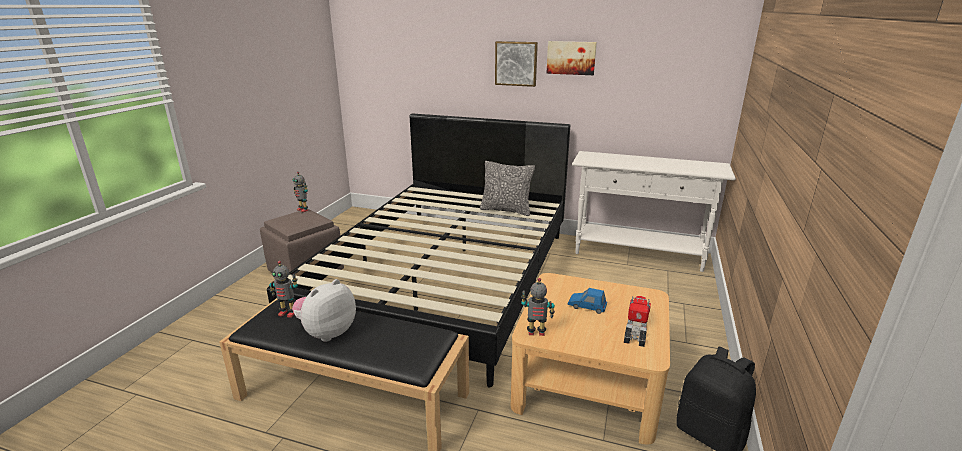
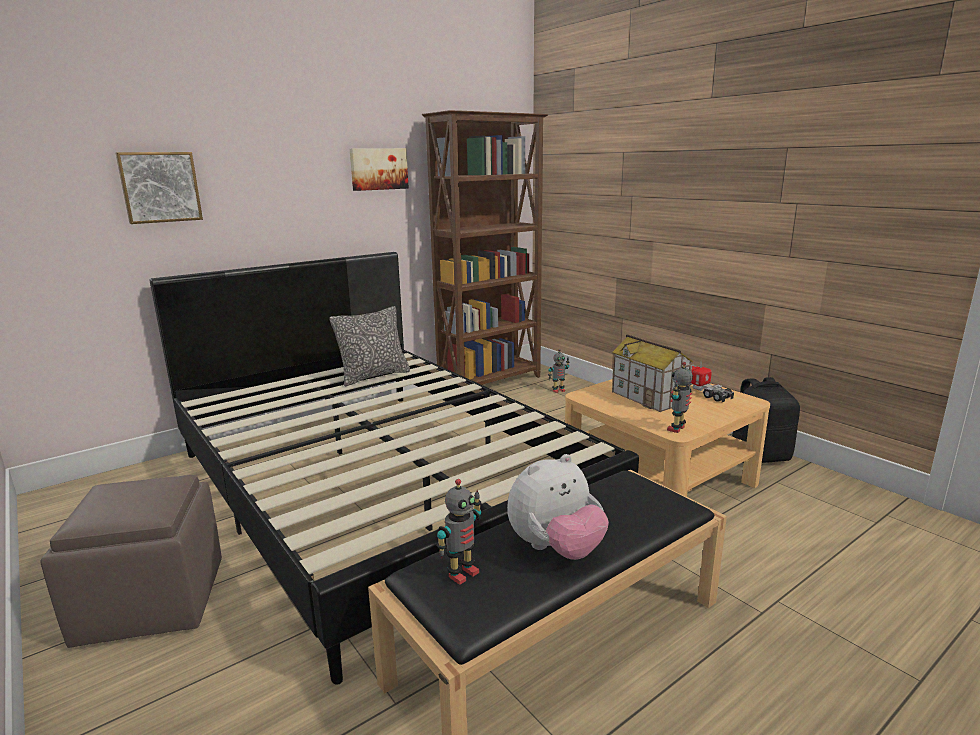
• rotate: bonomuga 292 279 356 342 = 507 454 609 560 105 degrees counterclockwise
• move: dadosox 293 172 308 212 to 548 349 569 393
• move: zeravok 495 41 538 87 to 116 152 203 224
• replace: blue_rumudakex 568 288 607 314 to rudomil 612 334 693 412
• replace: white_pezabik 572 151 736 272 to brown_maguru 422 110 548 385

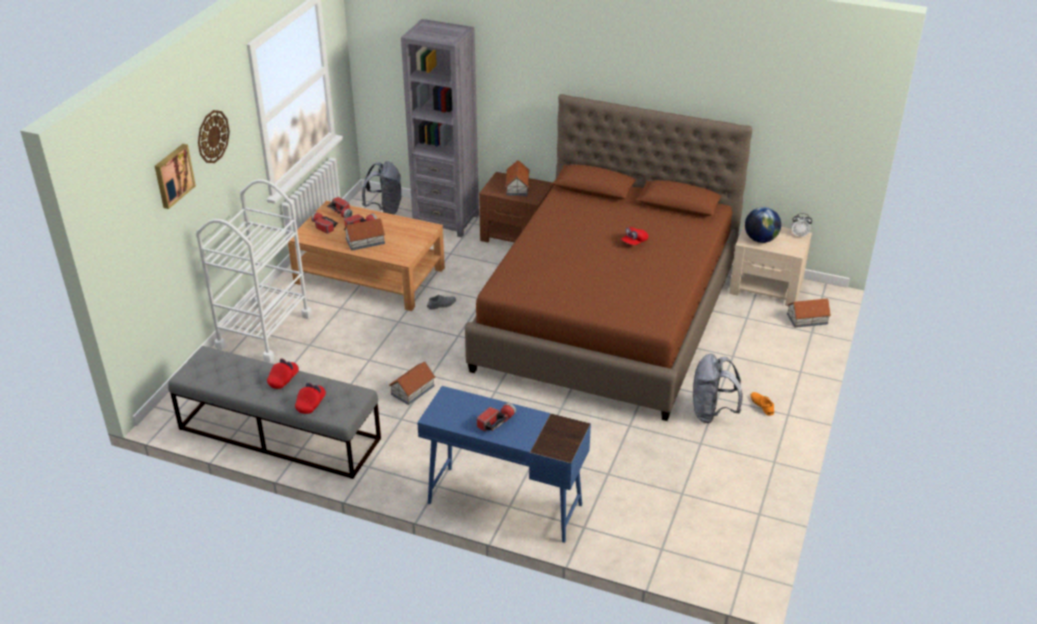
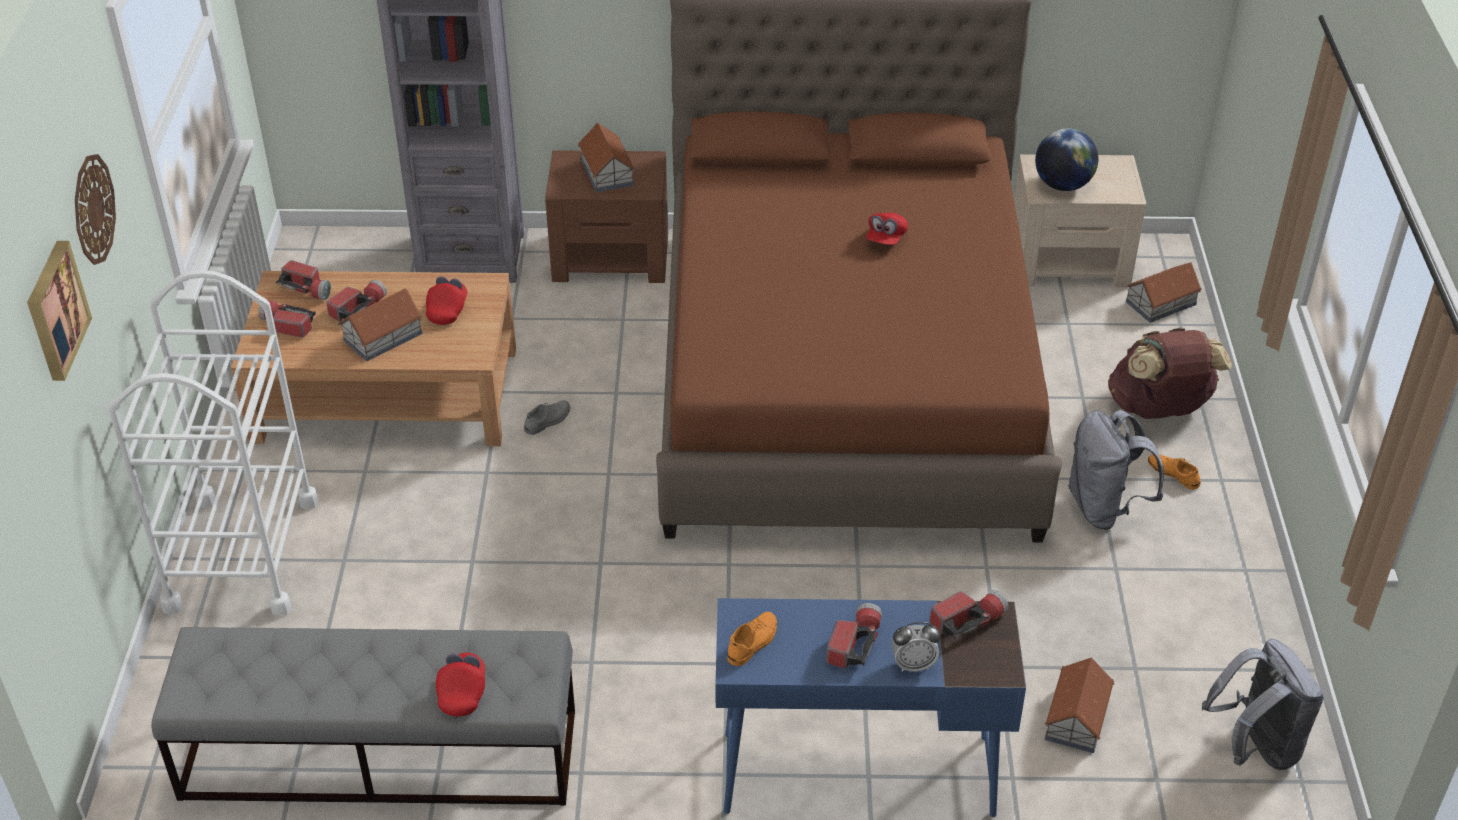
• move: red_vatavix 267 359 299 389 to 426 276 467 325
• move: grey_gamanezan 362 161 401 215 to 1202 639 1324 770
• move: rudomil 389 362 436 405 to 1045 657 1115 753
• move: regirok 792 213 812 237 to 892 622 941 672
• insert: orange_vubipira 727 612 777 666
• insert: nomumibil 930 590 1009 639
• insert: brown_gamanezan 1108 328 1232 419

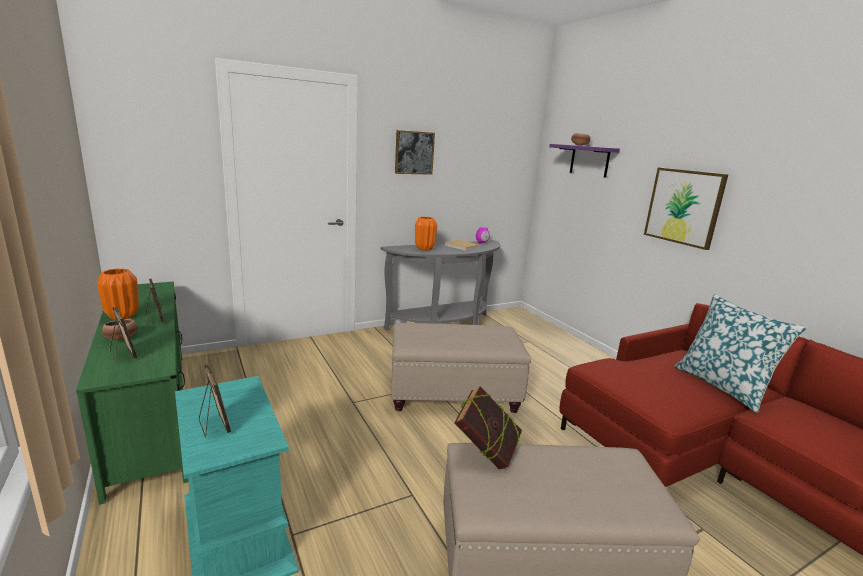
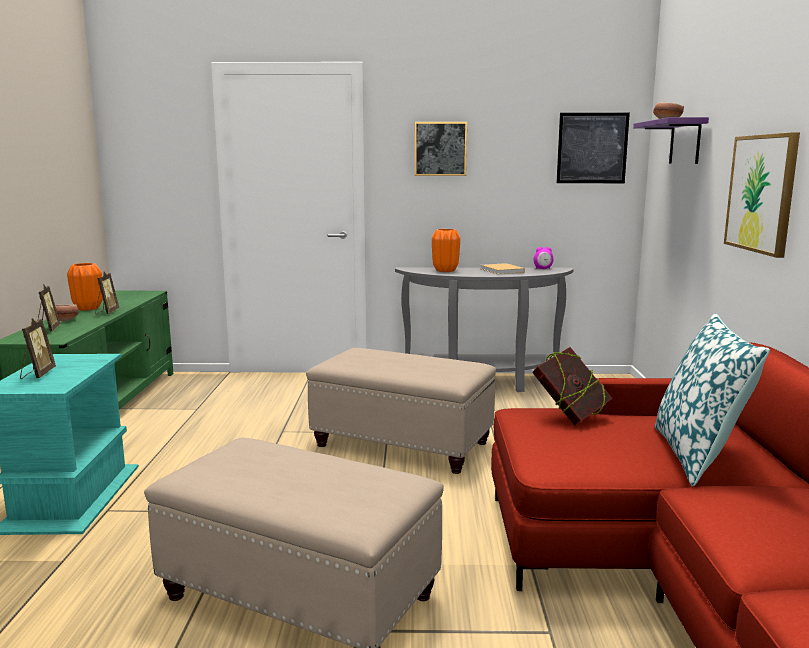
• move: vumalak 454 386 522 470 to 532 347 613 426
• insert: zeravok 556 113 630 183

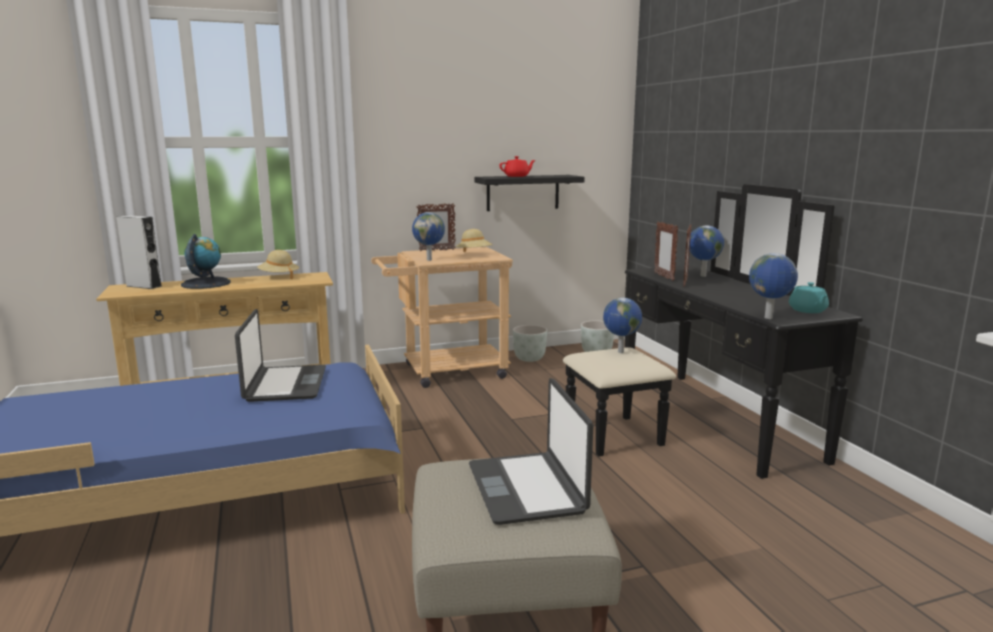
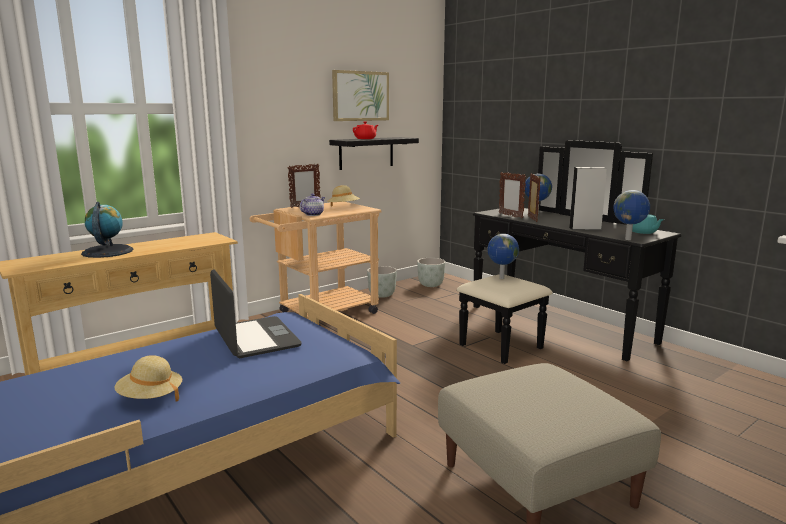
• move: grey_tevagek 117 215 162 289 to 569 167 607 230
• move: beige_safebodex 257 250 299 279 to 114 355 182 401
• replace: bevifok 412 212 445 261 to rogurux 300 194 325 216
• delete: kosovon 469 378 593 525
• insert: zeravok 332 70 389 121

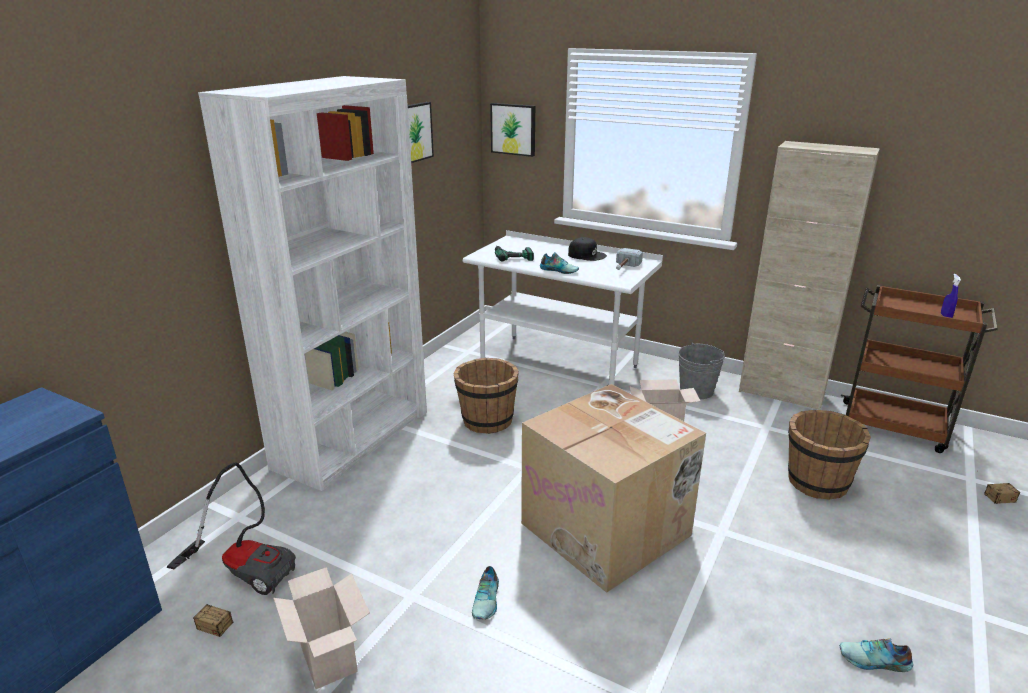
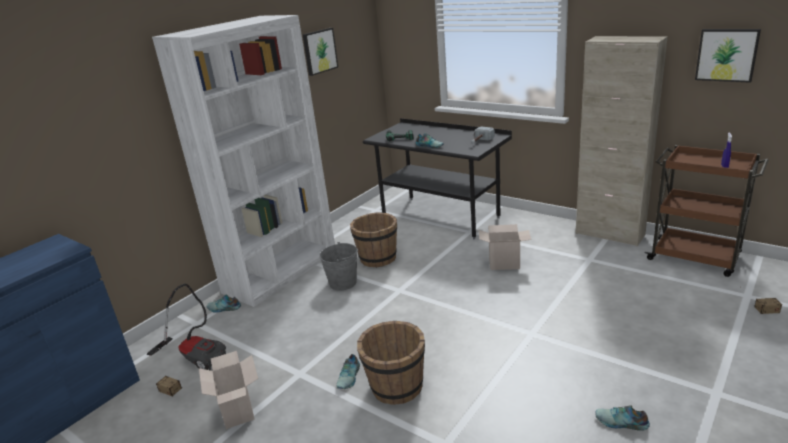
• recolor: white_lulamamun 463 230 663 385 to black_lulamamun 363 118 512 239
• move: zeravok 490 103 535 157 to 695 29 761 83
• delete: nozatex 521 384 706 593
• delete: black_vatavix 568 237 607 261
• move: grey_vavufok 678 342 725 399 to 319 242 358 290
• move: brown_vavufok 788 410 871 500 to 357 321 425 405
• insert: vubipira 207 295 241 313

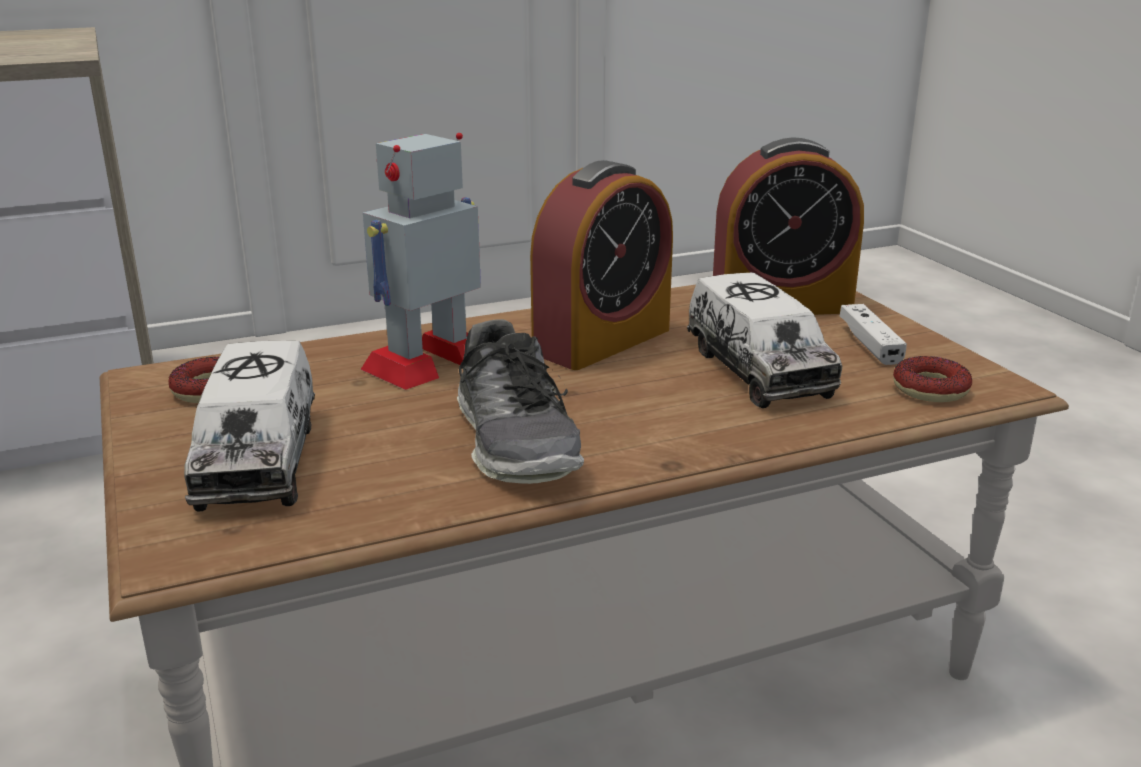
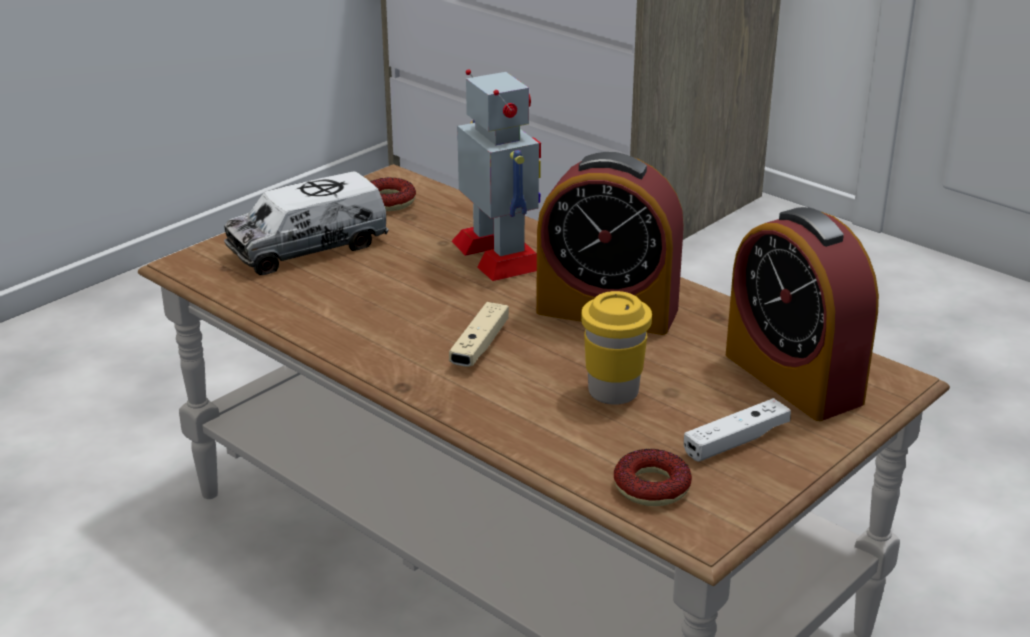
• rotate: dadosox 360 133 481 390 = 452 69 541 281 45 degrees clockwise
• delete: vubipira 457 319 584 484
• replace: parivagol 687 272 842 408 to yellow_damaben 581 291 652 405
• insert: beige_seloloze 449 302 509 367

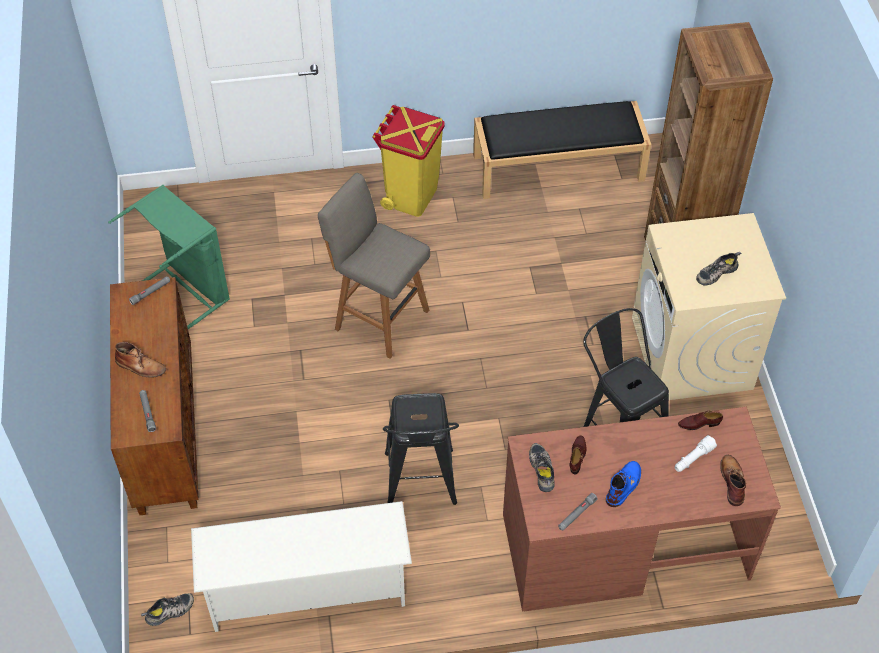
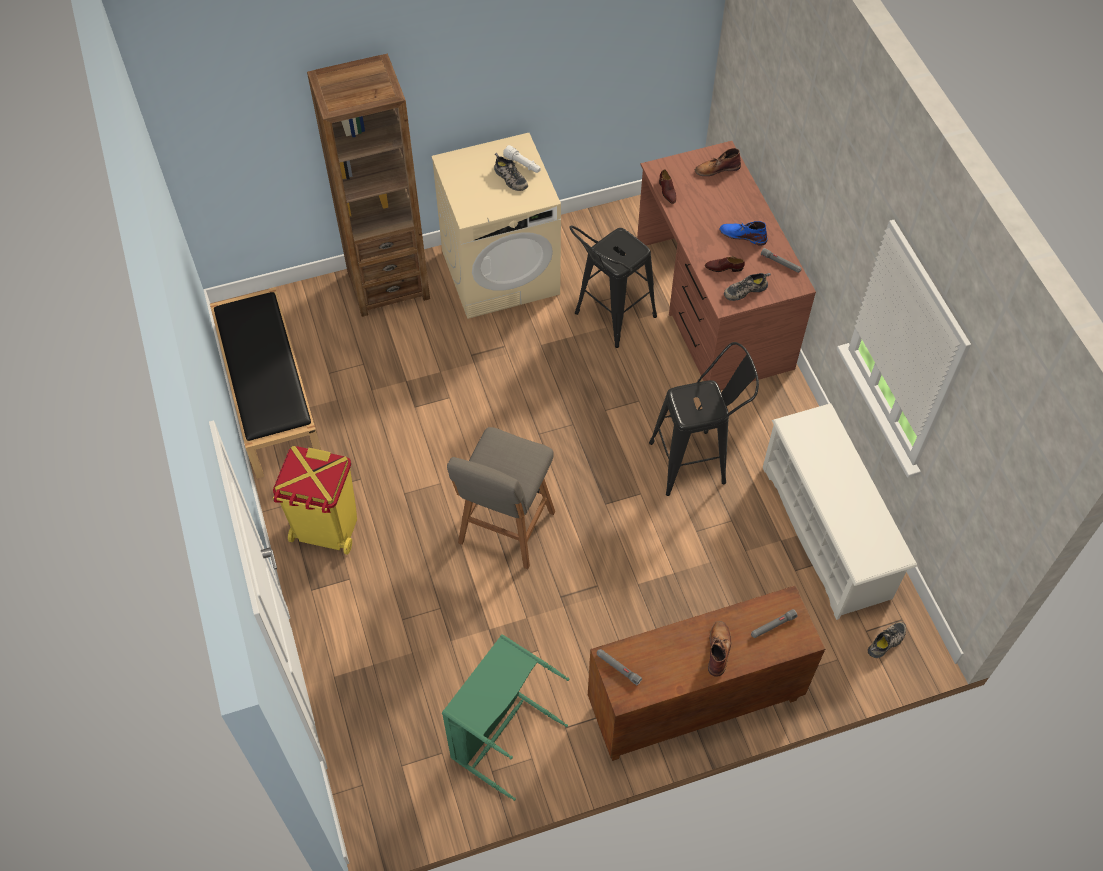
• rotate: vubipira 141 593 194 626 = 868 622 906 658 90 degrees clockwise
• move: white_nomumibil 675 435 717 472 to 503 145 541 173

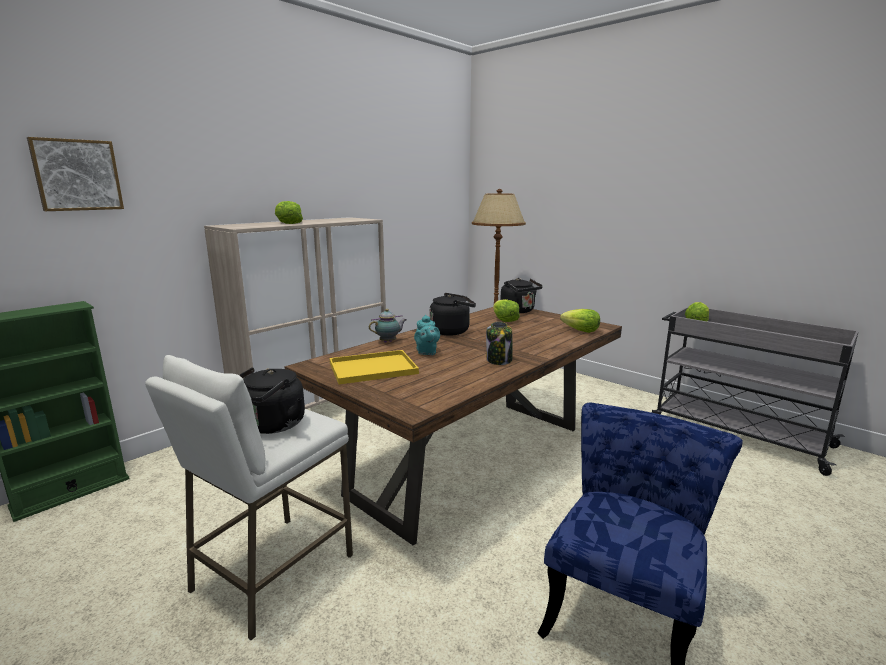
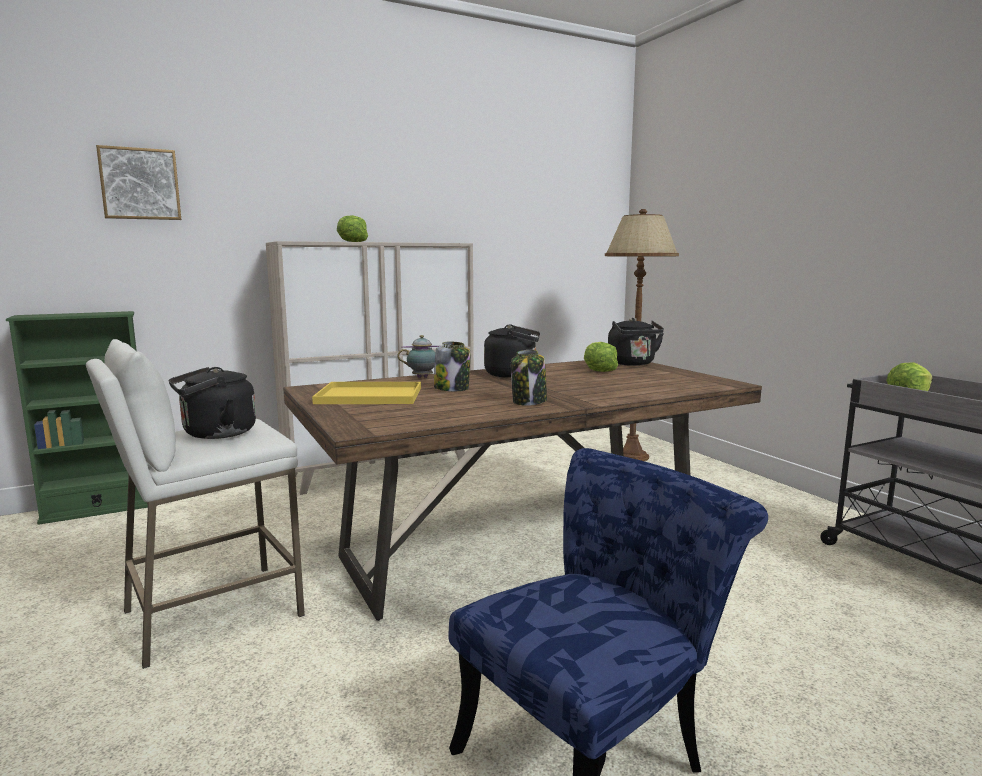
• replace: turquoise_rogurux 414 315 440 355 to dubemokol 434 342 470 391
• delete: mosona 560 309 600 333

